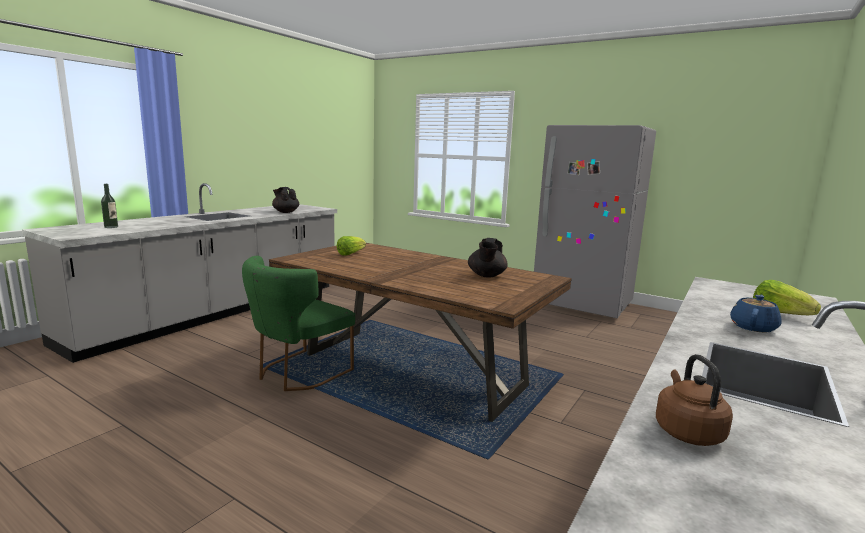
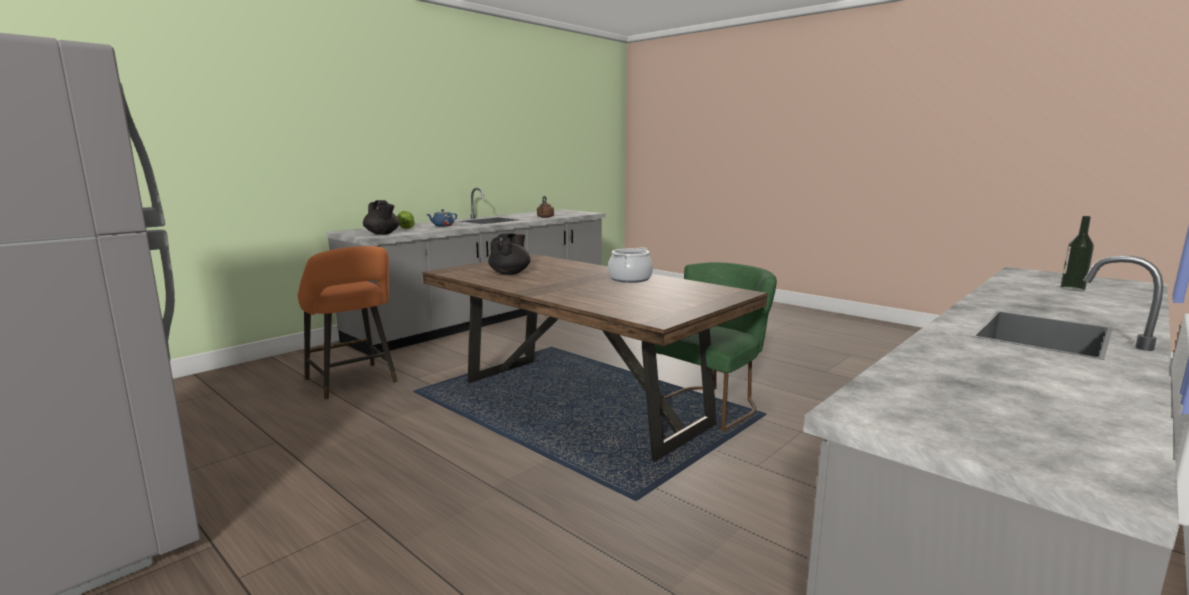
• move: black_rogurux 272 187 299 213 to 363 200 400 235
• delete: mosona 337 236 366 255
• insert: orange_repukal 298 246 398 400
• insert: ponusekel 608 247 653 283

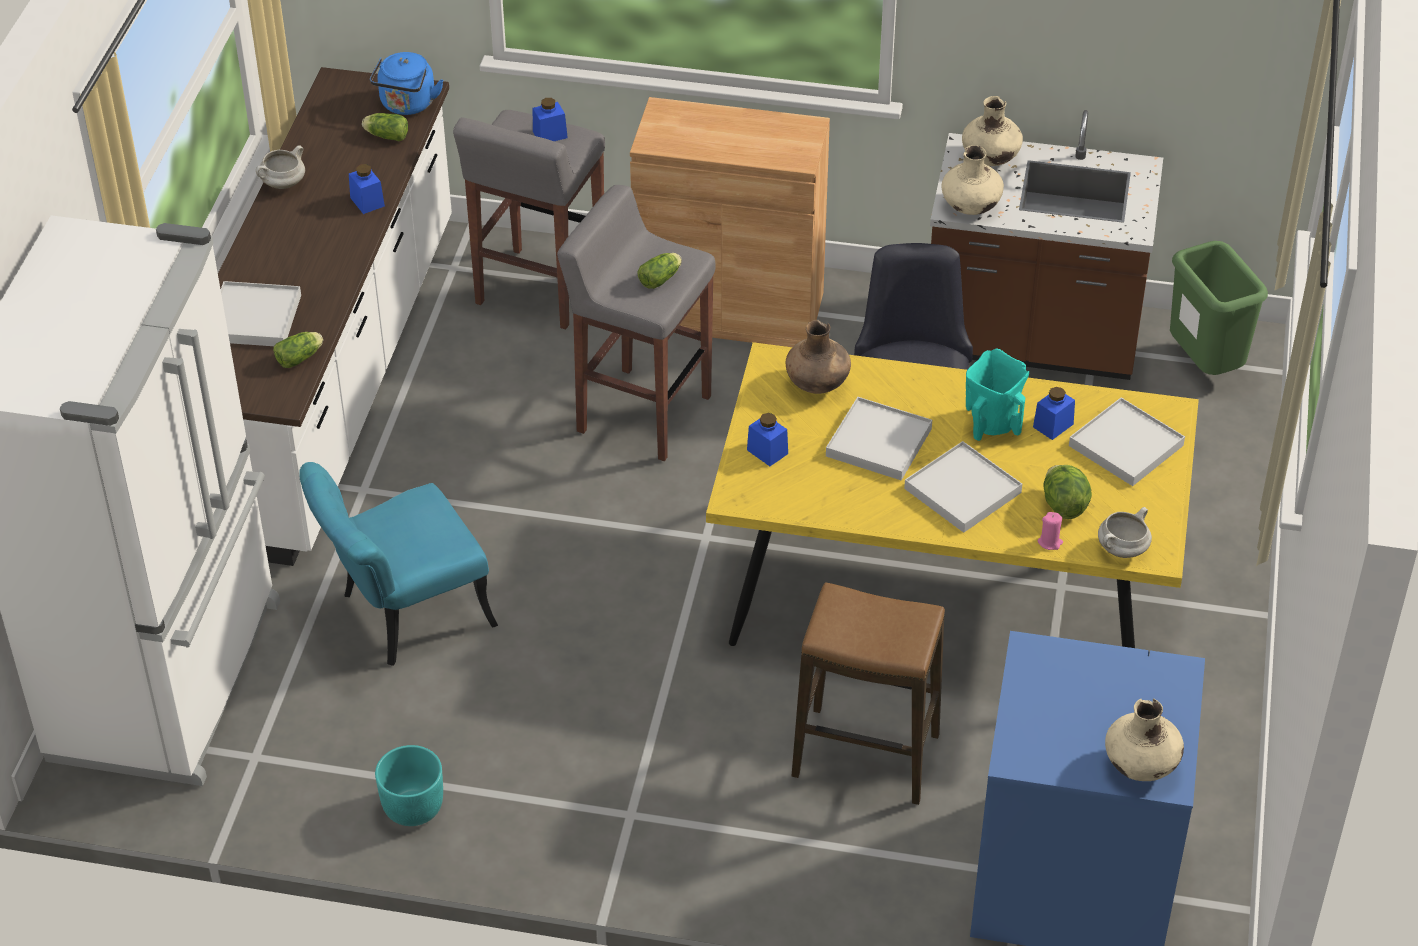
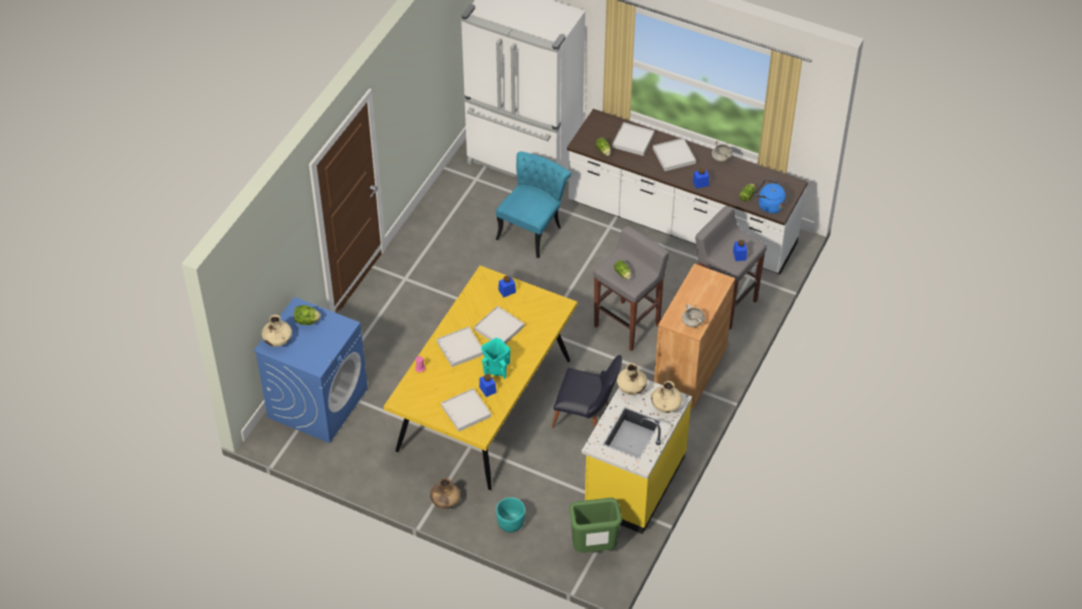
• rotate: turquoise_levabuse 299 462 498 666 = 495 151 571 258 45 degrees clockwise
• move: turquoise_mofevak 375 745 443 826 to 496 497 525 533
• move: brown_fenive 786 320 851 394 to 430 478 460 509
• delete: repukal 791 582 945 805
• recolor: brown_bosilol 930 110 1163 380 to yellow_bosilol 581 379 692 534
• move: mosona 1043 465 1092 519 to 294 305 321 325
• move: white_ponusekel 1098 507 1152 558 to 682 304 705 327
• insert: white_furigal 653 138 696 171

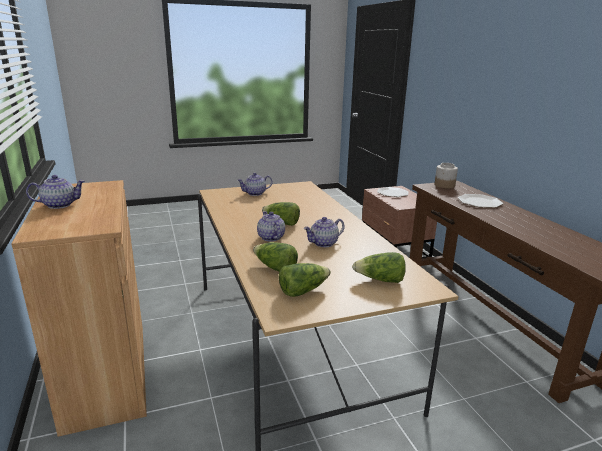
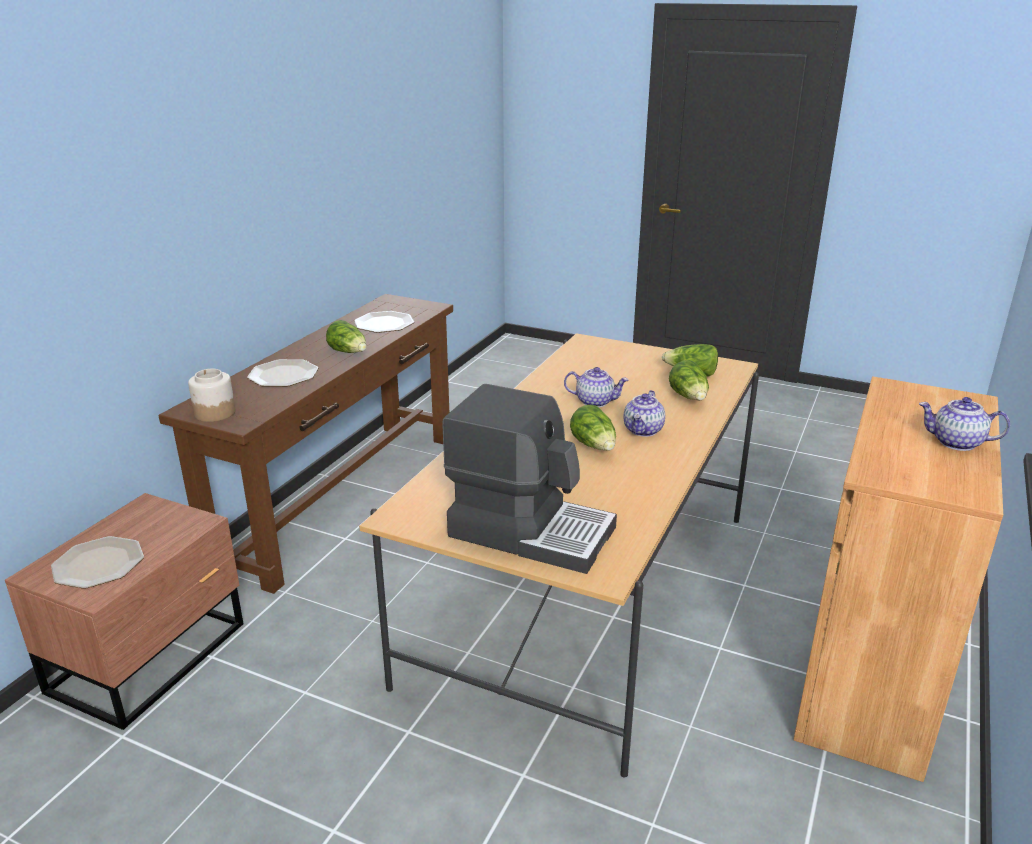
• replace: rogurux 237 173 272 196 to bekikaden 442 384 617 574
• move: mosona 352 252 406 283 to 326 320 367 353
• insert: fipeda 354 311 414 333

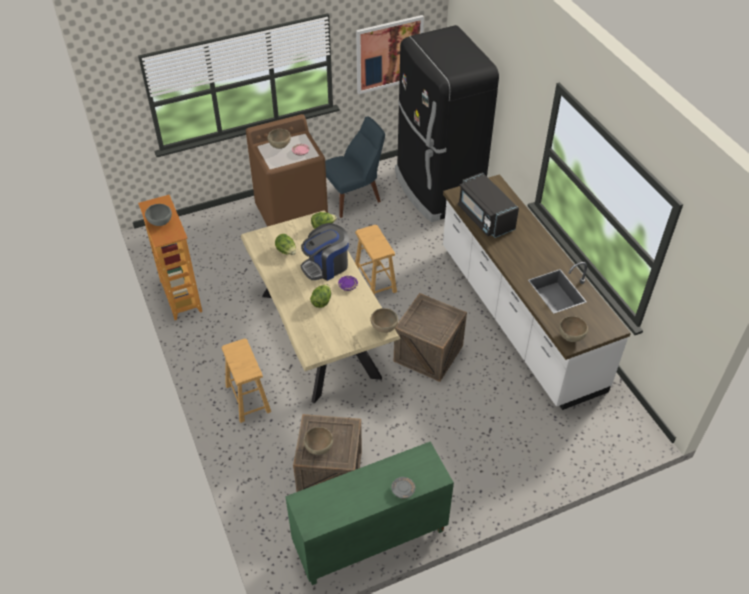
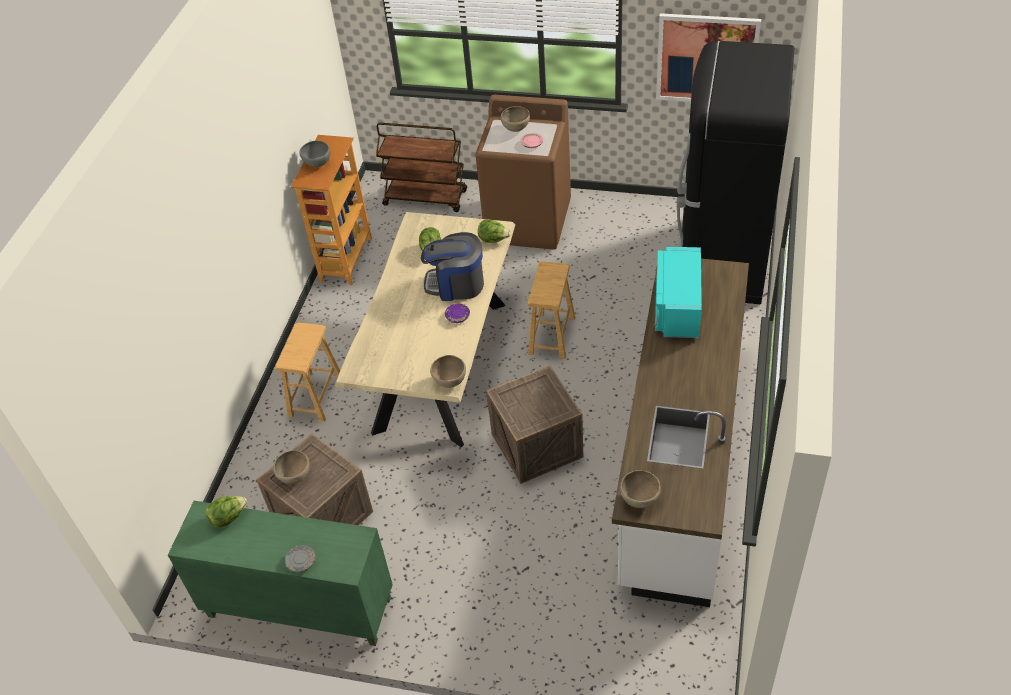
• move: mosona 310 284 331 308 to 206 496 247 527
• delete: blue_levabuse 325 117 385 218
• recolor: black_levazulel 458 172 519 238 to turquoise_levazulel 654 247 702 338
• insert: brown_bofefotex 376 123 467 212

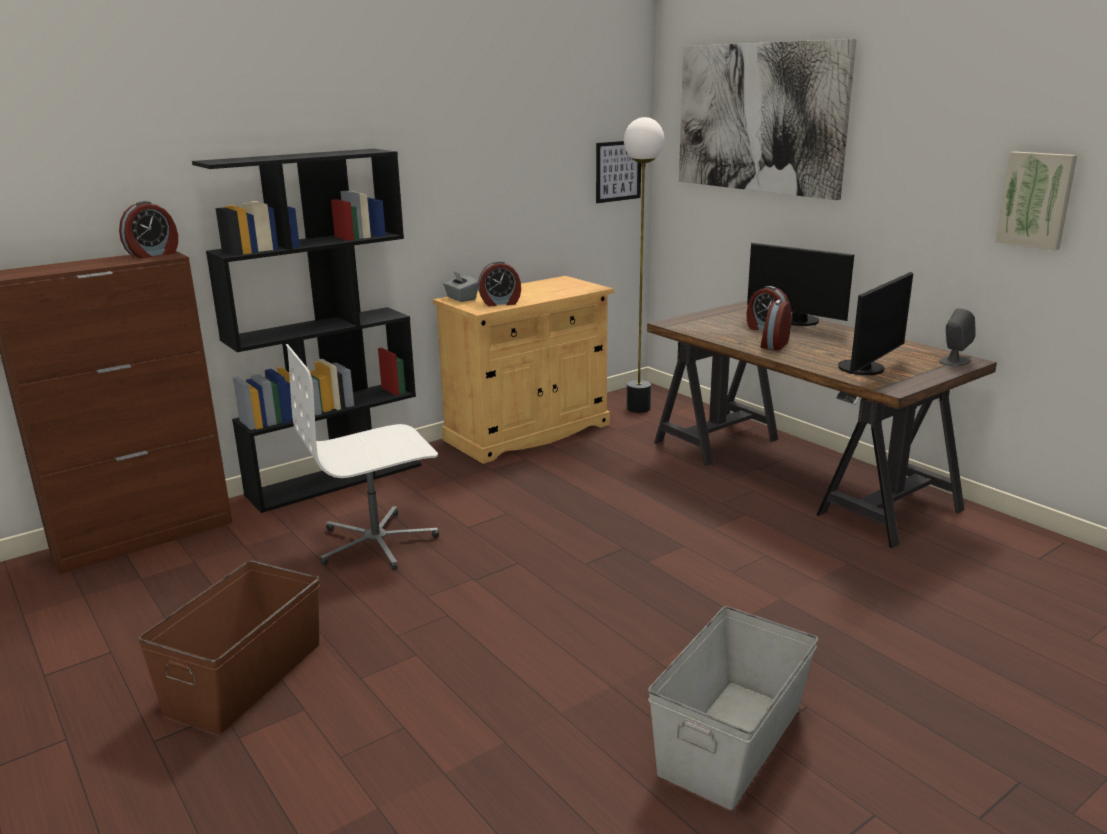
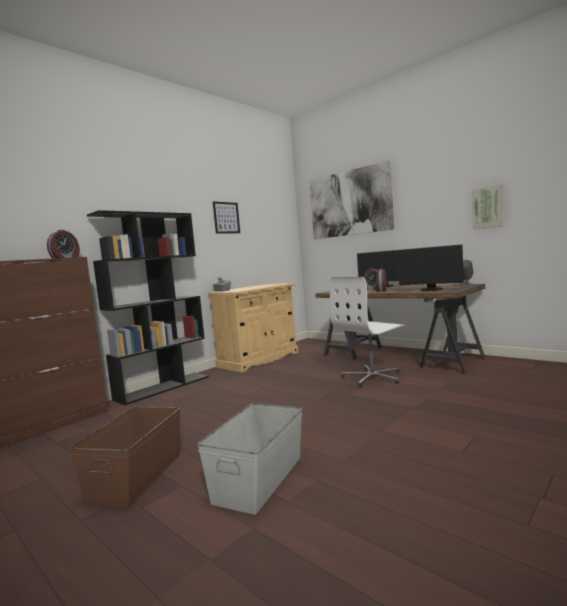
• move: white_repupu 286 344 439 570 to 330 277 405 387
• delete: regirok 478 261 521 306
• move: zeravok 596 141 641 203 to 213 201 240 234
• delete: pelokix 624 117 664 413
• move: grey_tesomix 648 606 818 810 to 197 403 302 515
• rotate: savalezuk 838 272 913 375 = 397 245 464 291 90 degrees clockwise

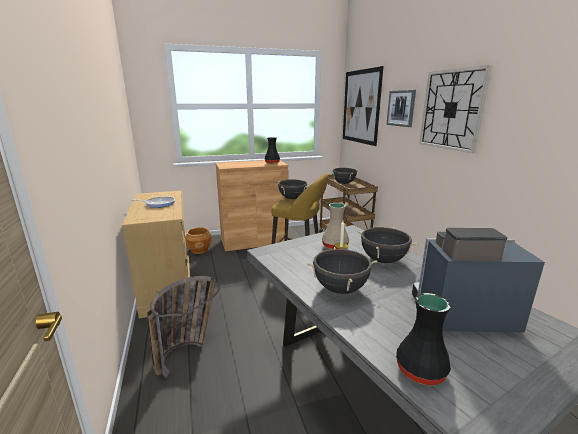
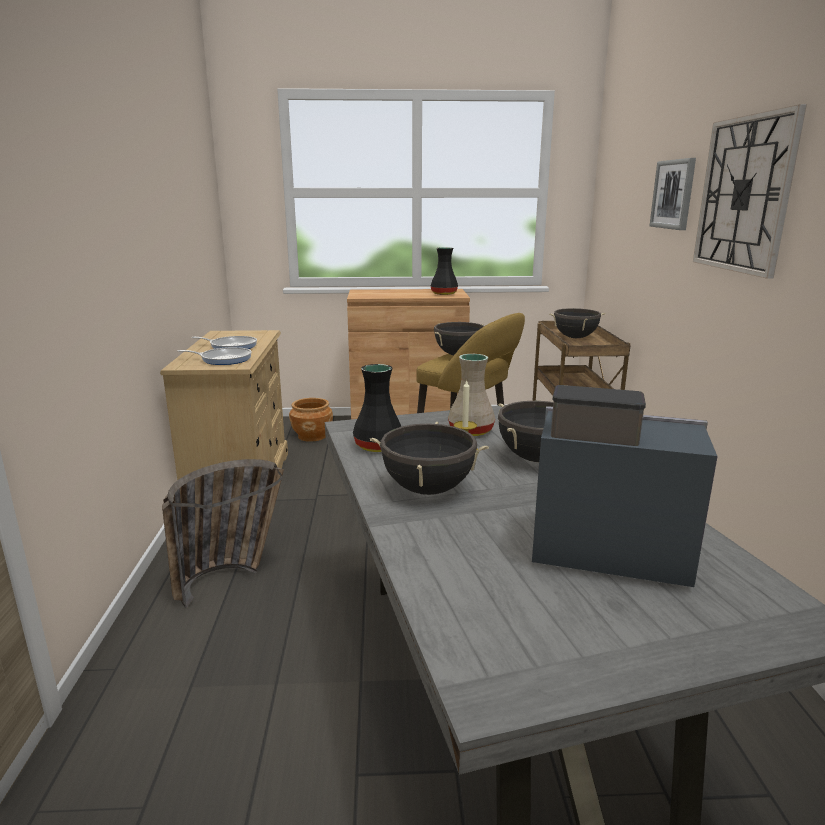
• delete: zeravok 343 66 384 146
• move: black_fenive 396 293 451 385 to 353 364 401 452
• insert: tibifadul 178 347 252 365

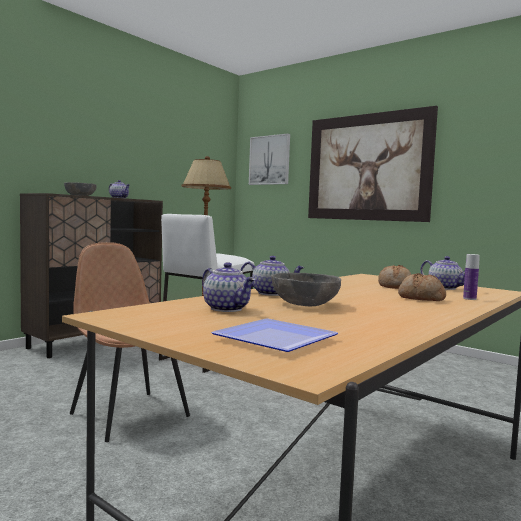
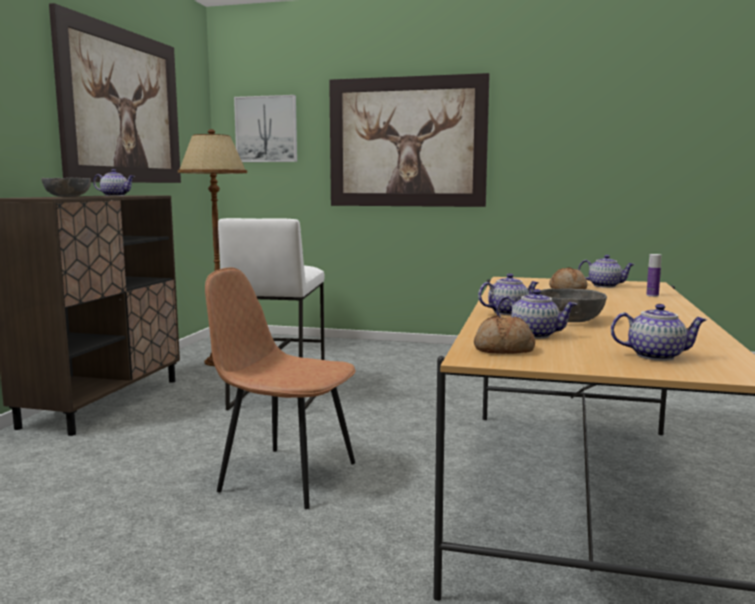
• replace: fipeda 211 318 338 352 to rogurux 611 304 707 361
• move: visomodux 398 273 446 301 to 474 315 535 354
• insert: zeravok 49 3 181 183

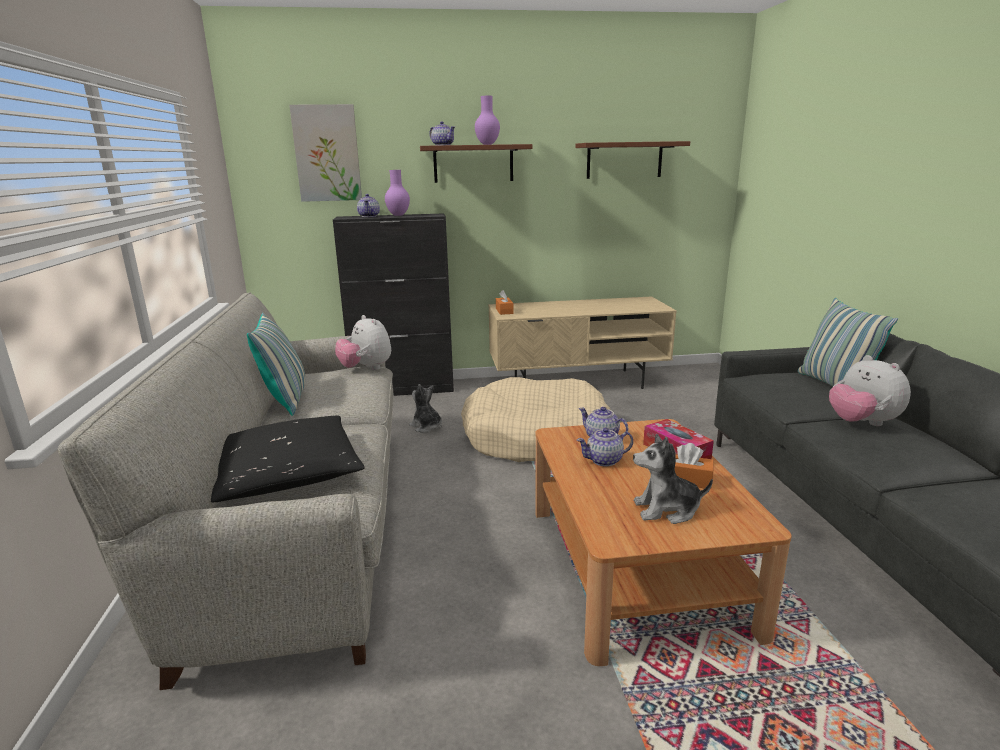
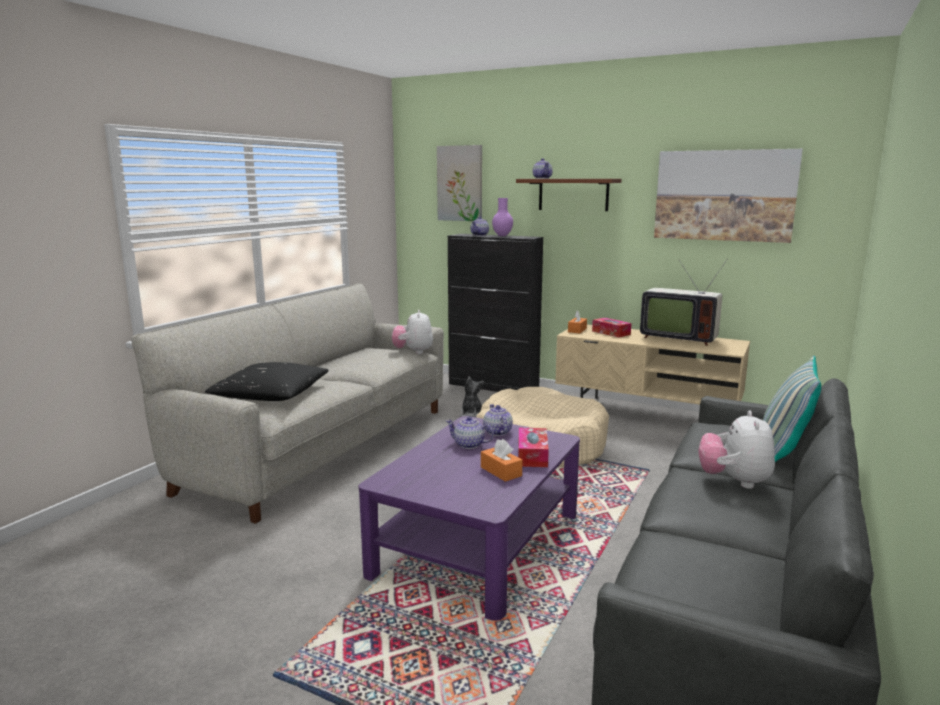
• delete: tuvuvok 247 313 305 416
• delete: purple_fenive 475 96 500 145
• recolor: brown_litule 535 419 792 666 to purple_litule 359 416 580 621
• replace: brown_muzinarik 575 141 690 179 to zeravok 654 149 803 243
• delete: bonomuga 633 434 713 524
• insert: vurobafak 592 318 632 337
• insert: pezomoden 640 259 727 346

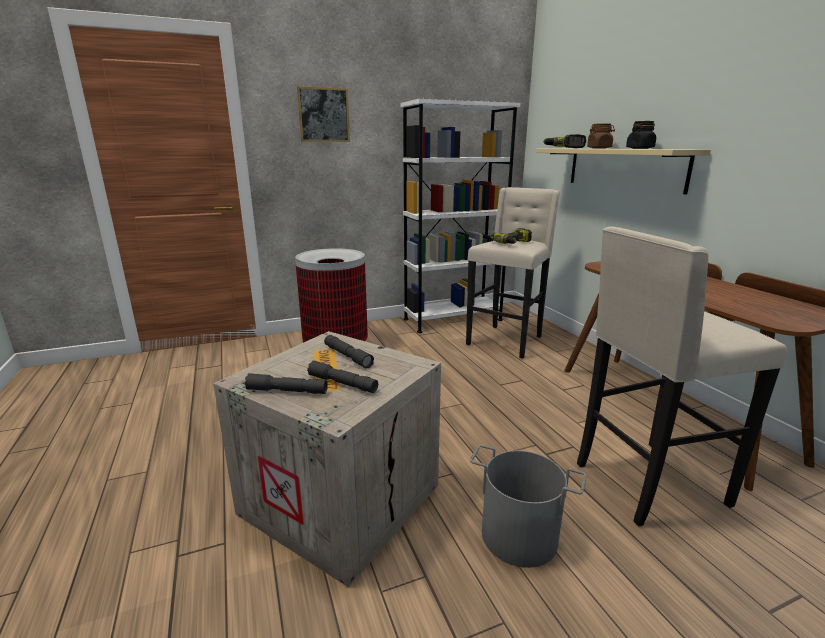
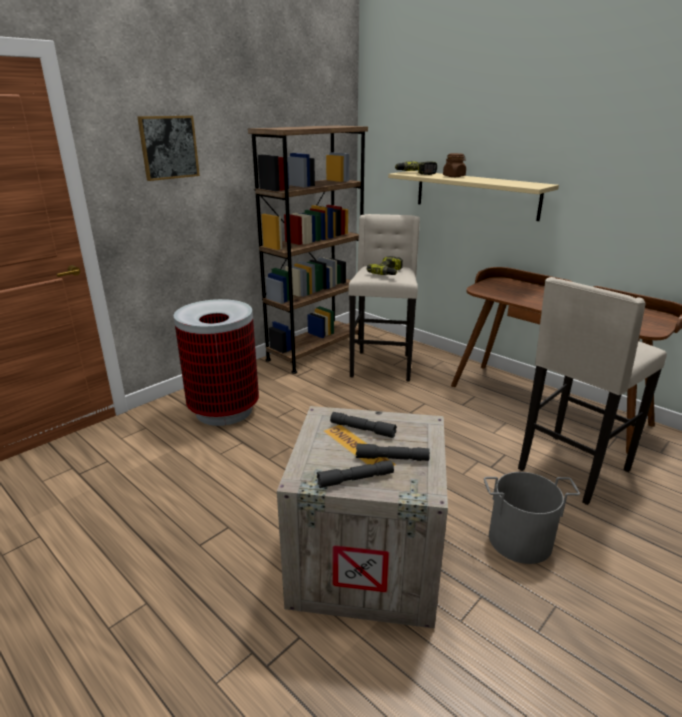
• recolor: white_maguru 401 98 521 333 to brown_maguru 248 125 368 374
• delete: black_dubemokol 626 121 656 149

